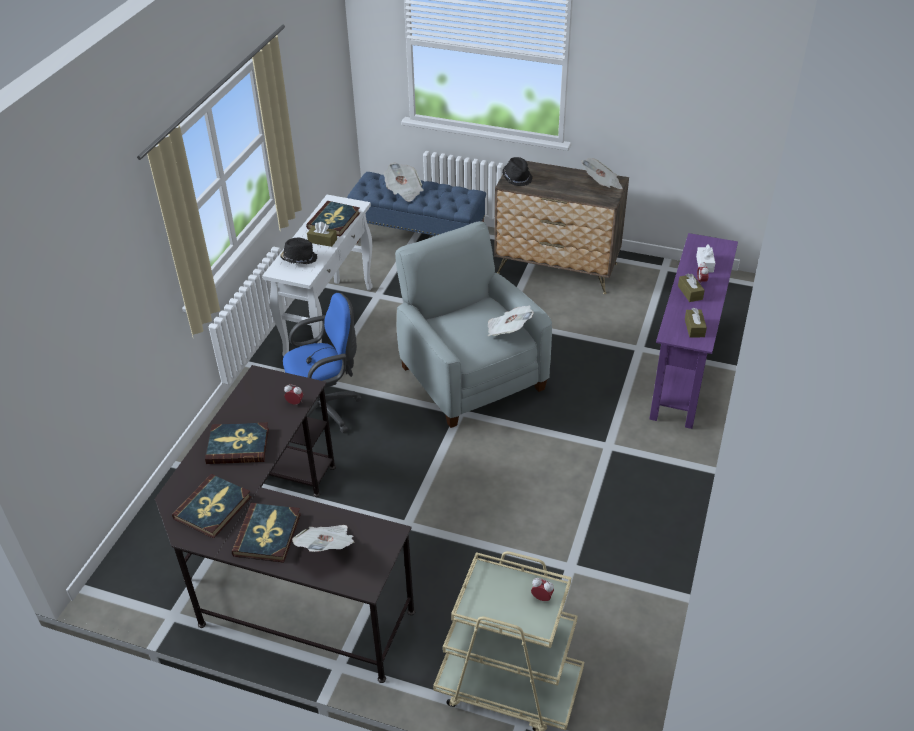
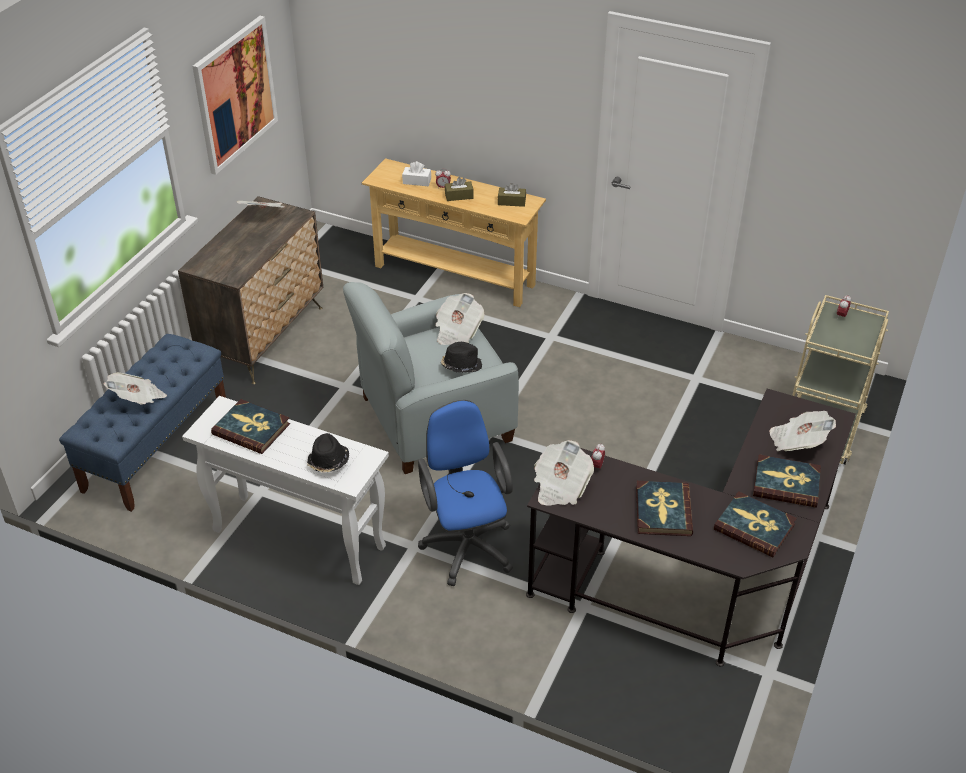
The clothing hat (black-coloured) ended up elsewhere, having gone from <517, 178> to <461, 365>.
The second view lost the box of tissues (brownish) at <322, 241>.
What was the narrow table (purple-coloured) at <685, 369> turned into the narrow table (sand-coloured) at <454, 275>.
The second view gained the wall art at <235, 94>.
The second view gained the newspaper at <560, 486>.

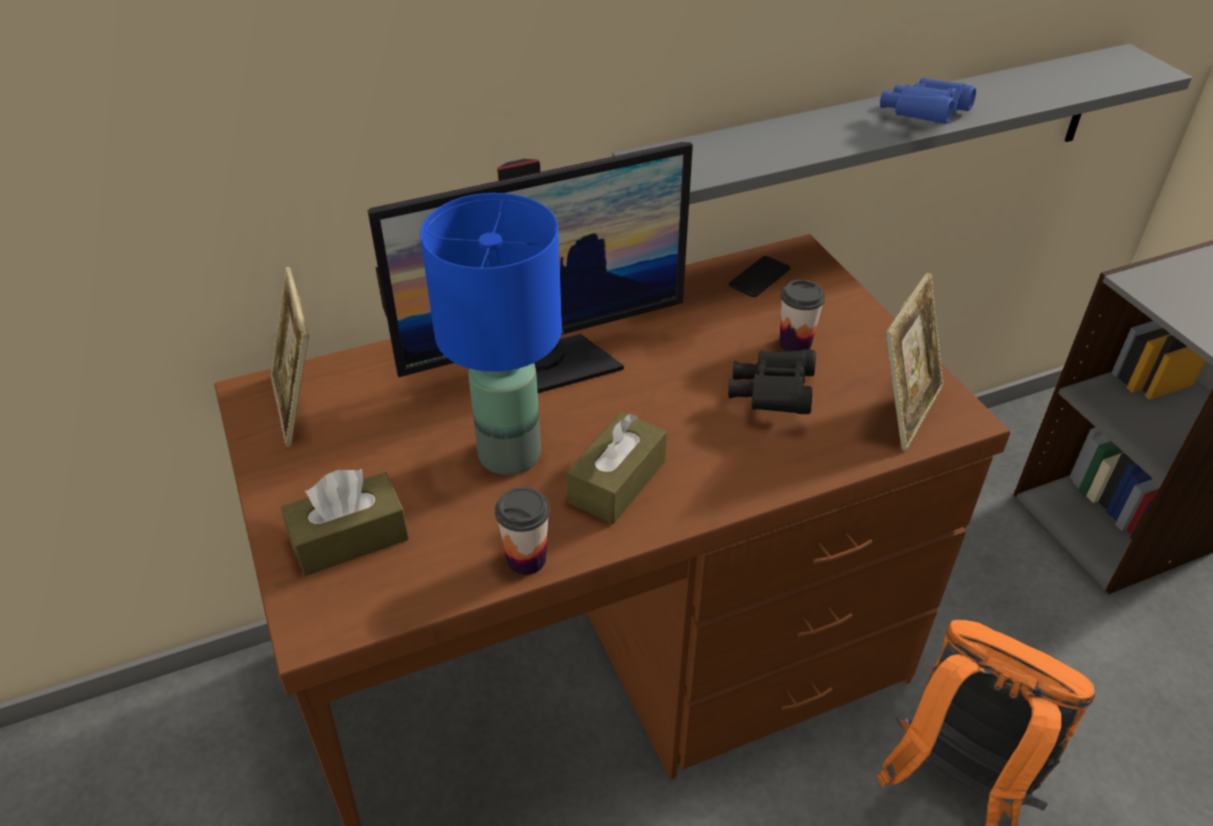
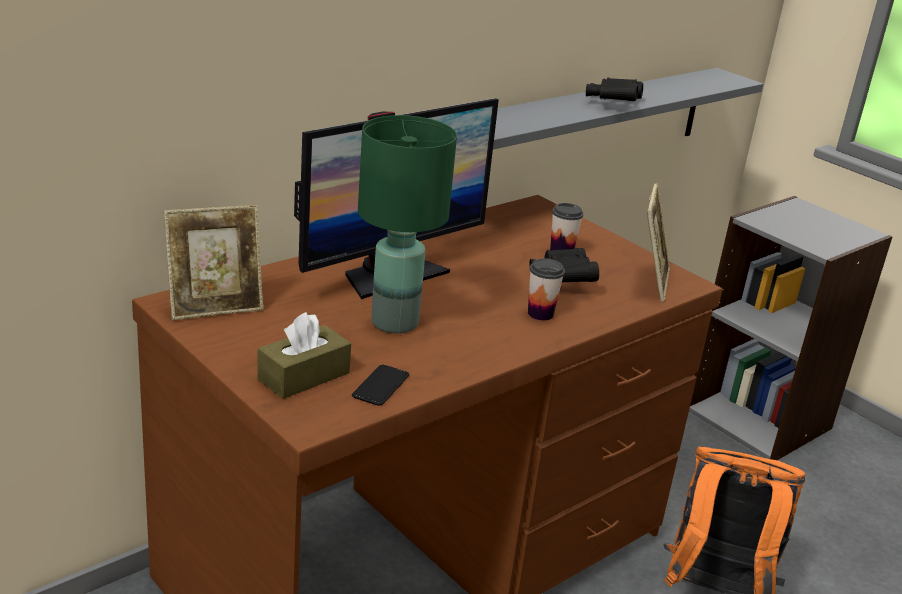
What was the binoculars (blue-coloured) at <923, 118> turned into the binoculars (black-coloured) at <613, 103>.
What was the tabletop lamp (blue-coloured) at <510, 455> turned into the tabletop lamp (green) at <396, 323>.
The telephone ended up elsewhere, having gone from <759, 277> to <381, 386>.
The photo frame at <301, 406> ended up facing another way, 75 degrees counterclockwise from before.
The second view lost the box of tissues (brownish) at <617, 482>.
The cup ended up elsewhere, having gone from <526, 559> to <540, 314>.

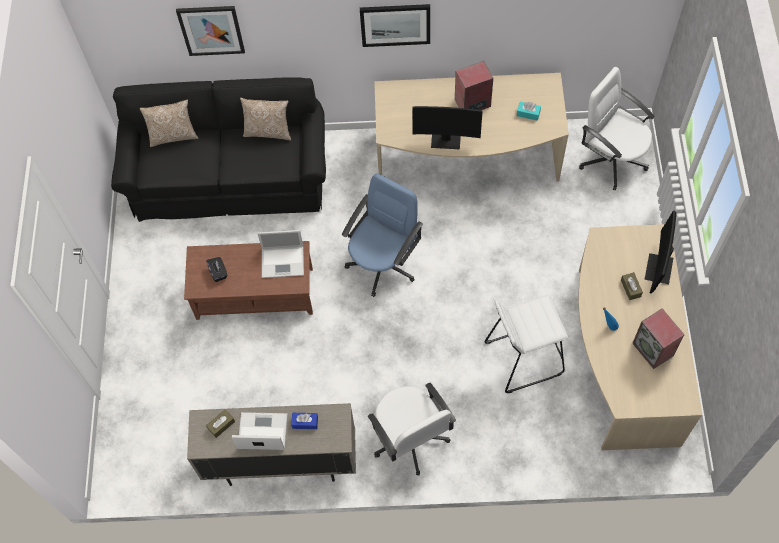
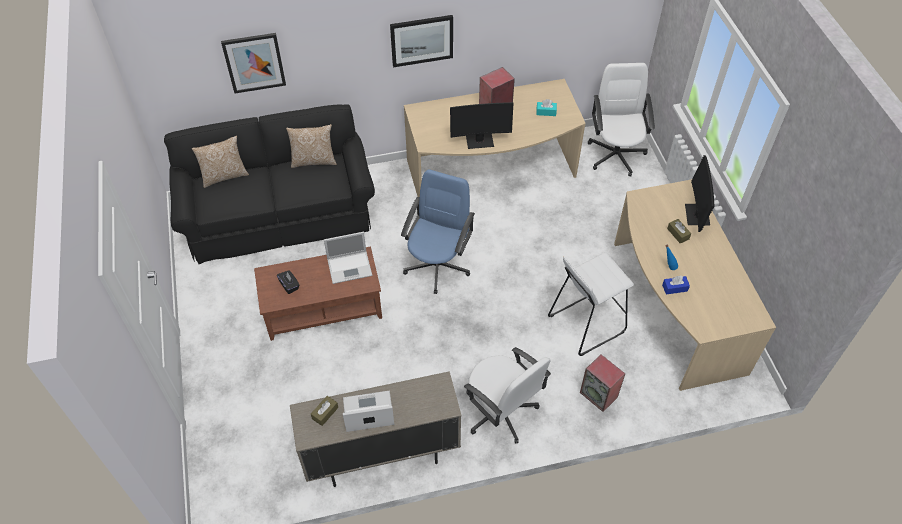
The computer chair (whitish) at <611, 159> ended up facing another way, 60 degrees clockwise from before.
The audio speaker ended up elsewhere, having gone from <653, 349> to <599, 395>.
The box of tissues (blue-coloured) ended up elsewhere, having gone from <305, 422> to <674, 288>.

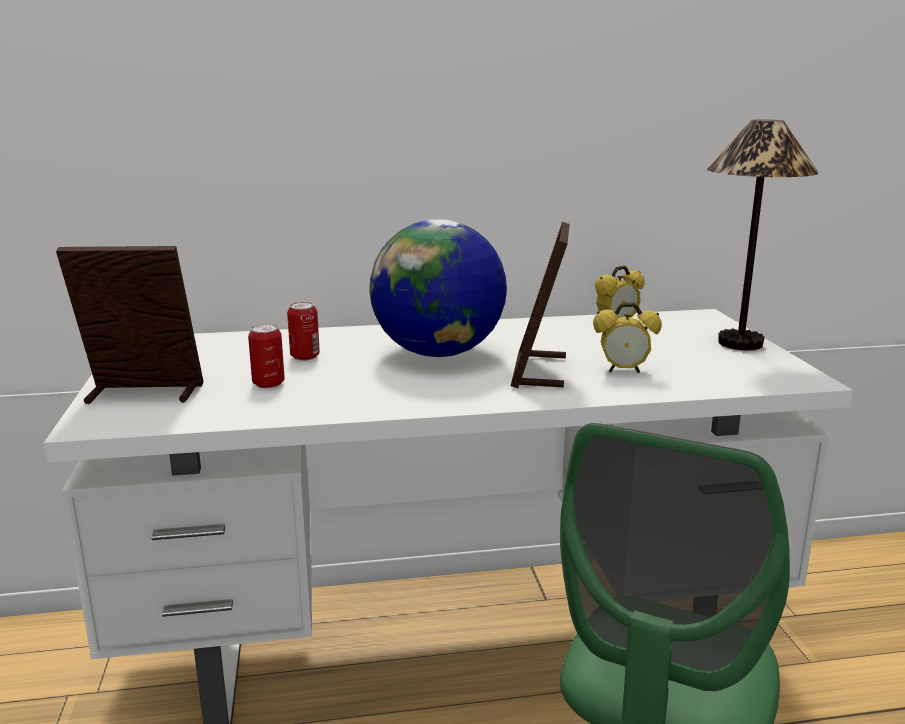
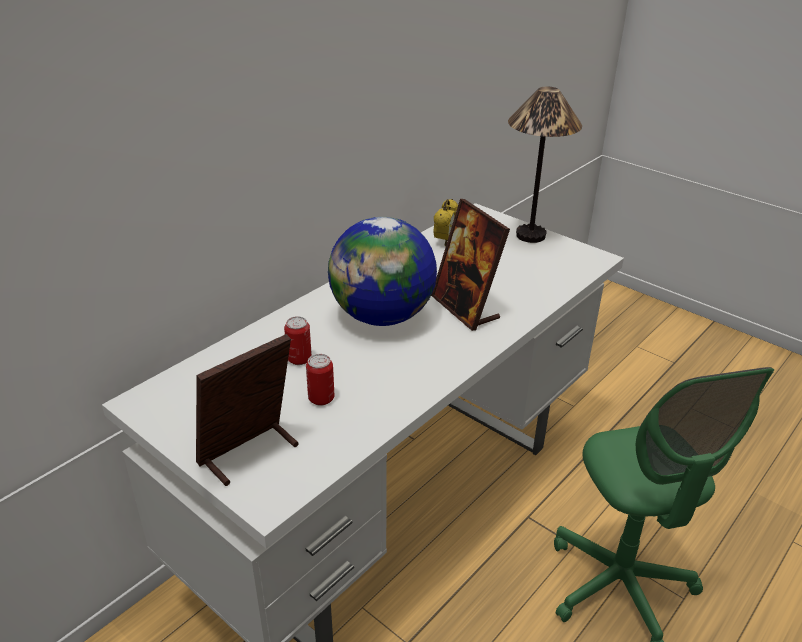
The second view lost the bedside clock at <623, 370>.

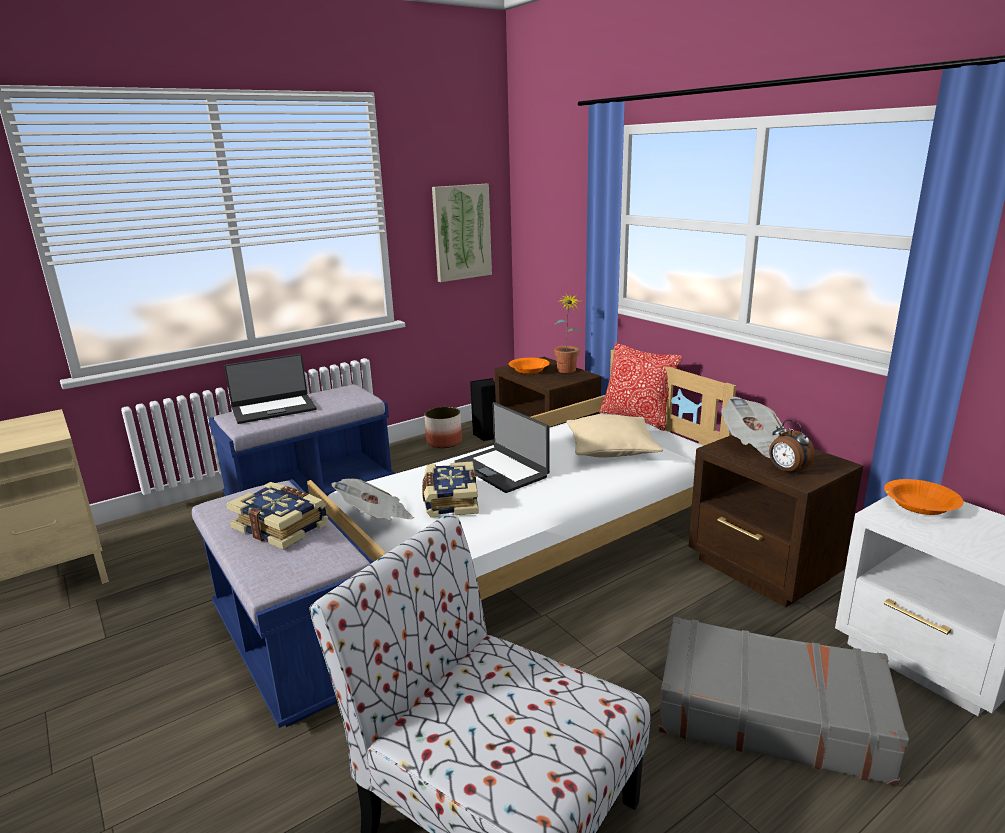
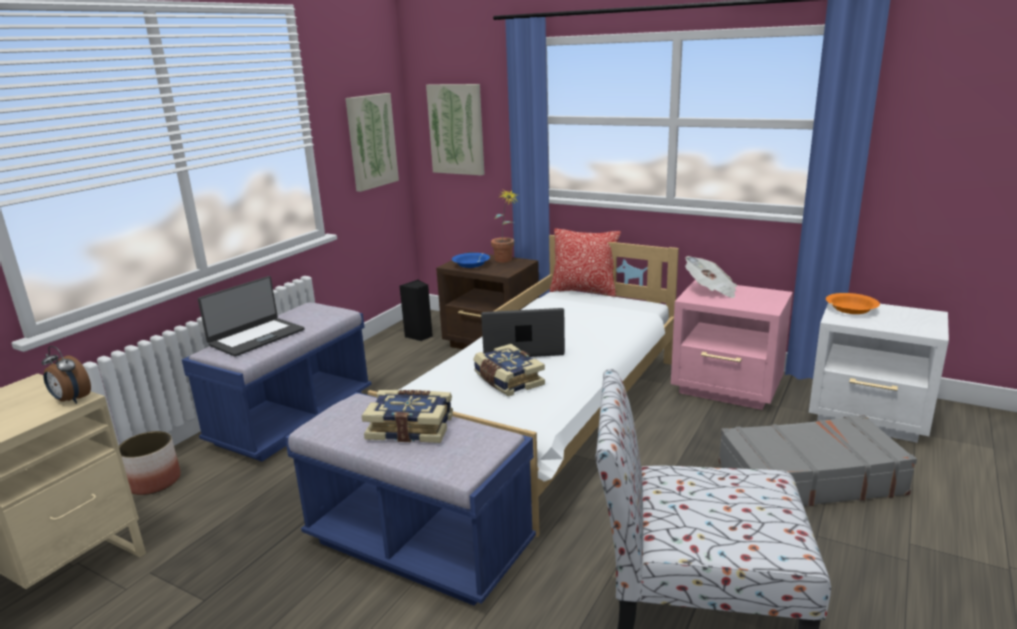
What was the serving bowl (orange-coloured) at <529, 370> turned into the serving bowl (blue-coloured) at <471, 265>.
The laptop at <502, 469> ended up facing another way, 150 degrees clockwise from before.
The planter ended up elsewhere, having gone from <444, 442> to <153, 482>.
The second view lost the pillow (sand-coloured) at <611, 449>.
The bedside clock ended up elsewhere, having gone from <787, 471> to <71, 400>.
What was the night table (brownish) at <763, 570> turned into the night table (pink-coloured) at <727, 389>.
The second view lost the newspaper at <376, 518>.
The second view gained the wall art at <456, 129>.

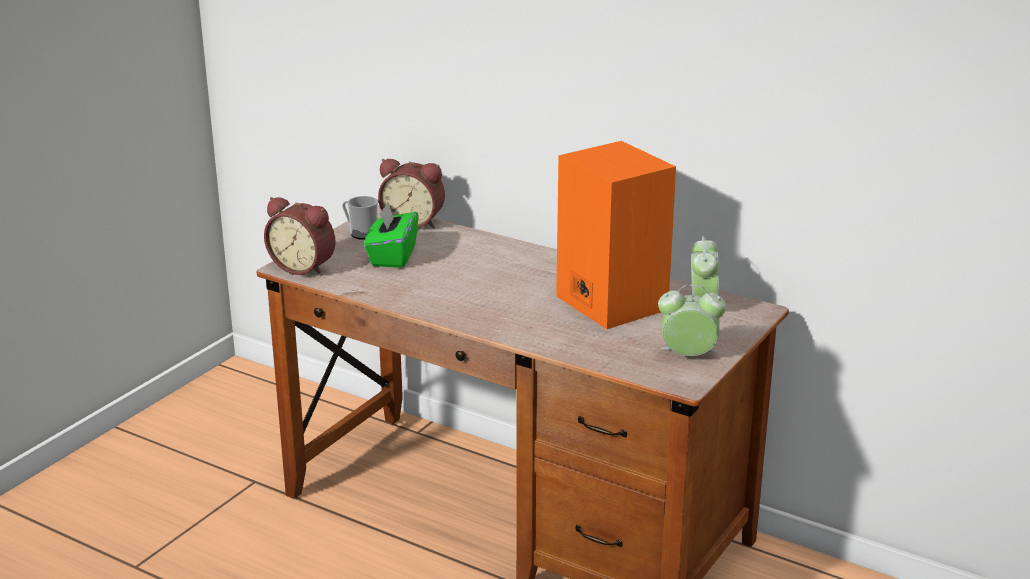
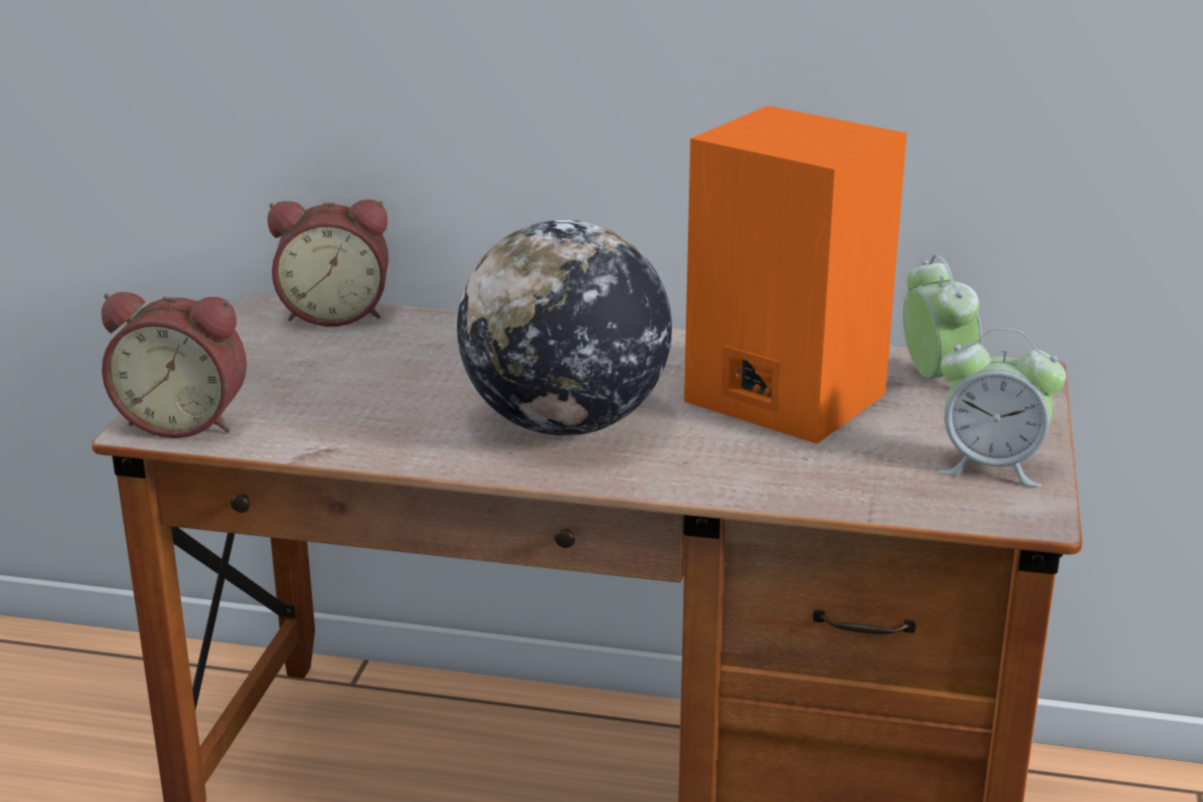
The second view lost the mug at <361, 233>.
The second view lost the box of tissues (green) at <392, 256>.
The bedside clock at <688, 356> ended up facing another way, 150 degrees counterclockwise from before.
The second view gained the globe at <565, 424>.

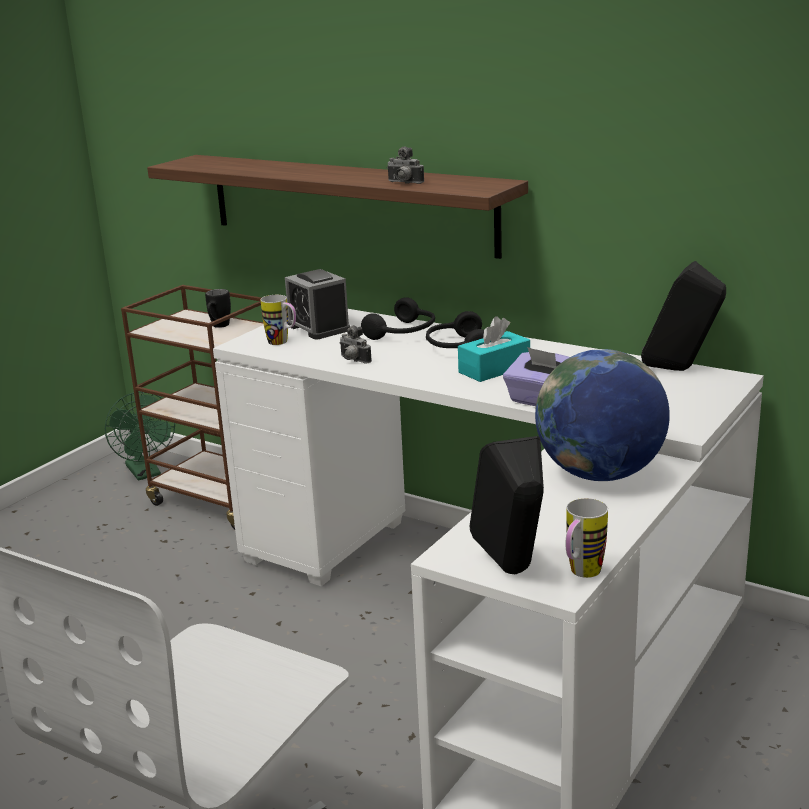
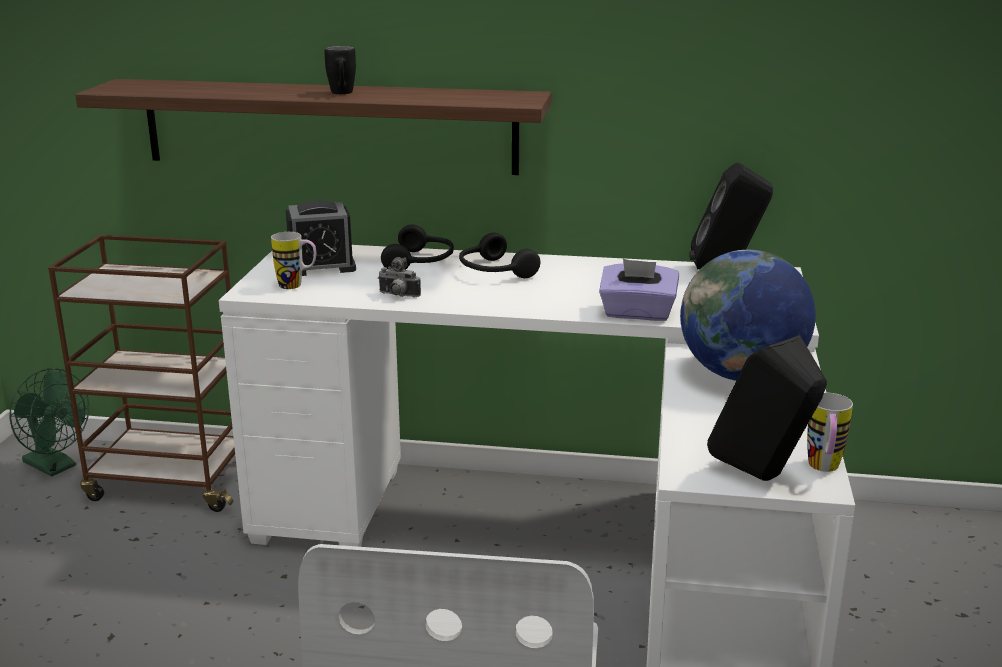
The second view lost the photo camera at <404, 183>.
The bedside clock at <318, 328> ended up facing another way, 45 degrees counterclockwise from before.
The mug (black-coloured) ended up elsewhere, having gone from <218, 327> to <342, 93>.
The second view lost the box of tissues (blue-green) at <494, 369>.

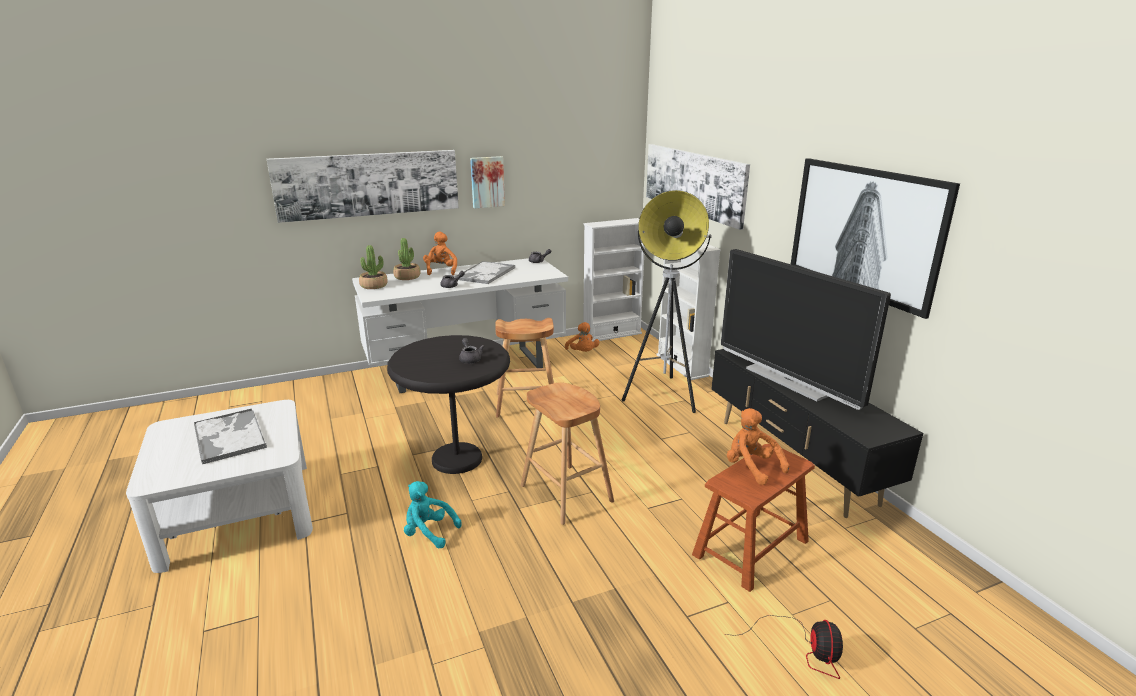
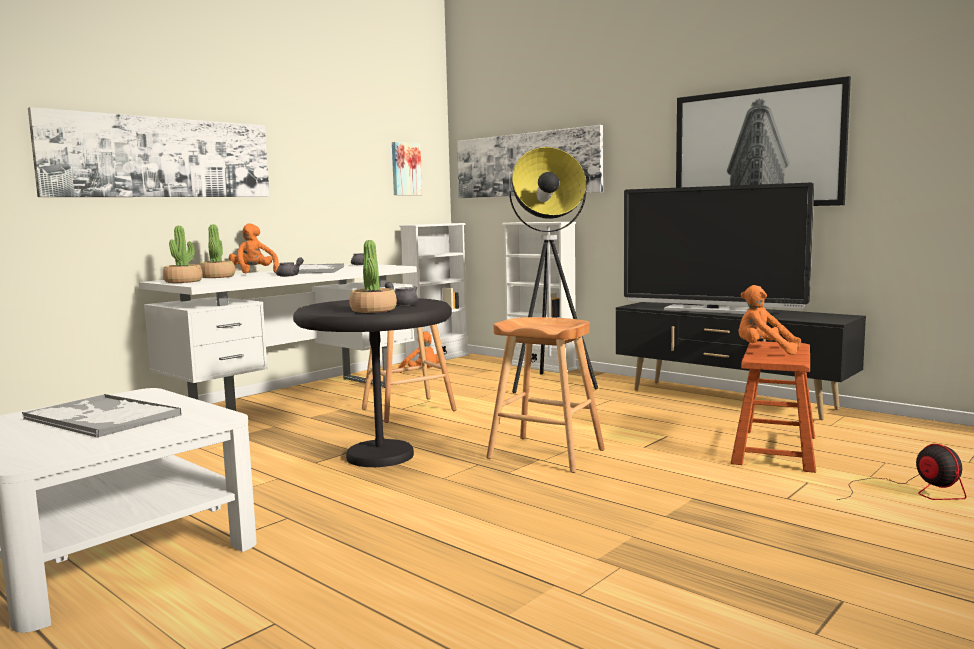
The wall art ended up elsewhere, having gone from <487, 182> to <405, 169>.
The second view lost the cuddly toy (blue-green) at <428, 533>.
The second view gained the plant in a pot at <373, 310>.

